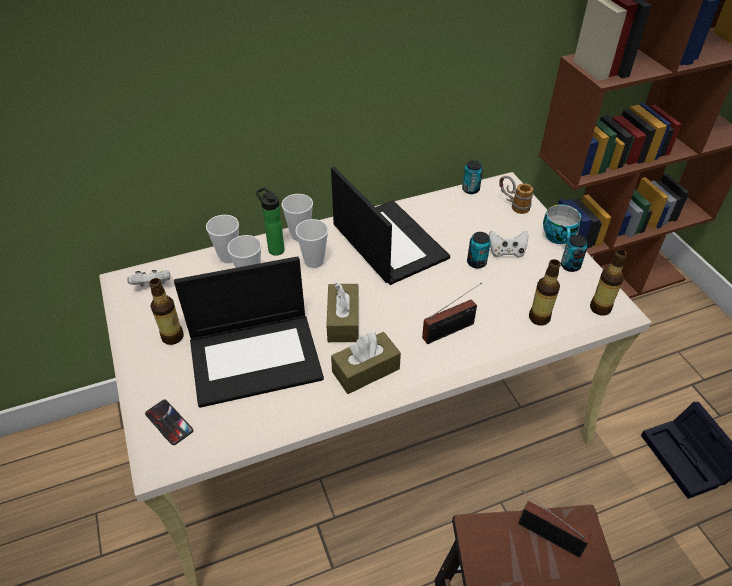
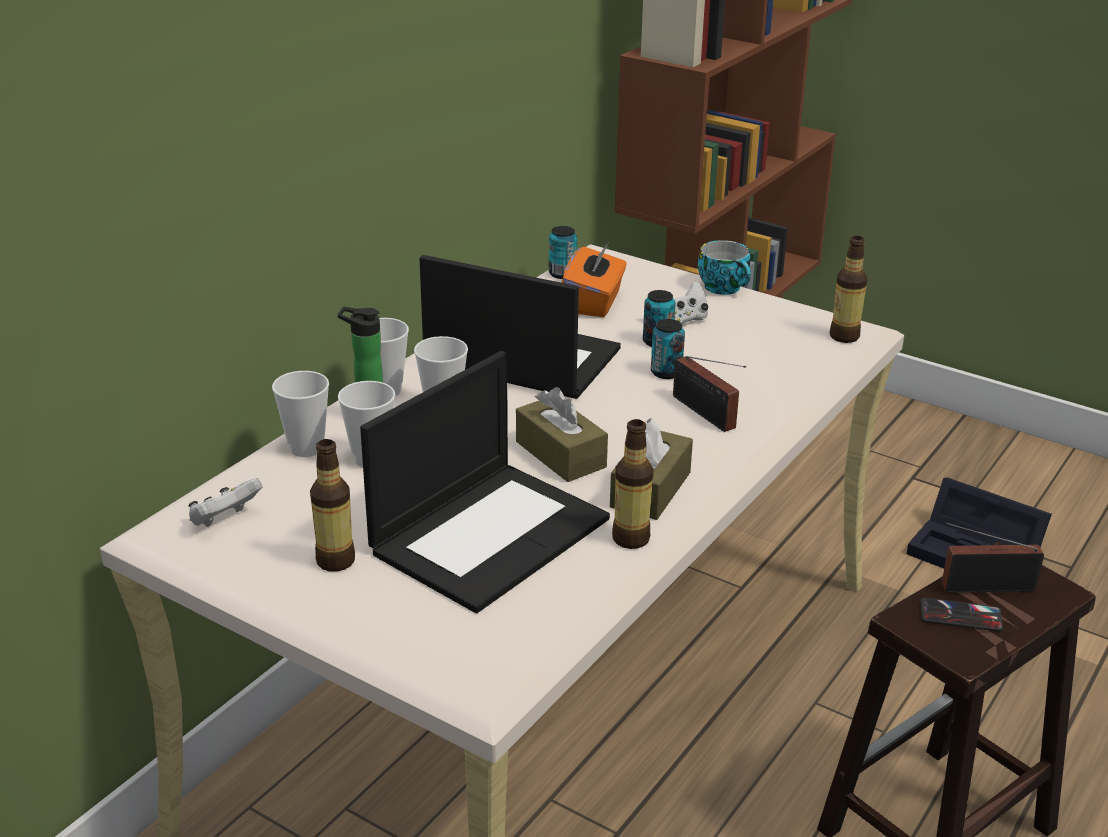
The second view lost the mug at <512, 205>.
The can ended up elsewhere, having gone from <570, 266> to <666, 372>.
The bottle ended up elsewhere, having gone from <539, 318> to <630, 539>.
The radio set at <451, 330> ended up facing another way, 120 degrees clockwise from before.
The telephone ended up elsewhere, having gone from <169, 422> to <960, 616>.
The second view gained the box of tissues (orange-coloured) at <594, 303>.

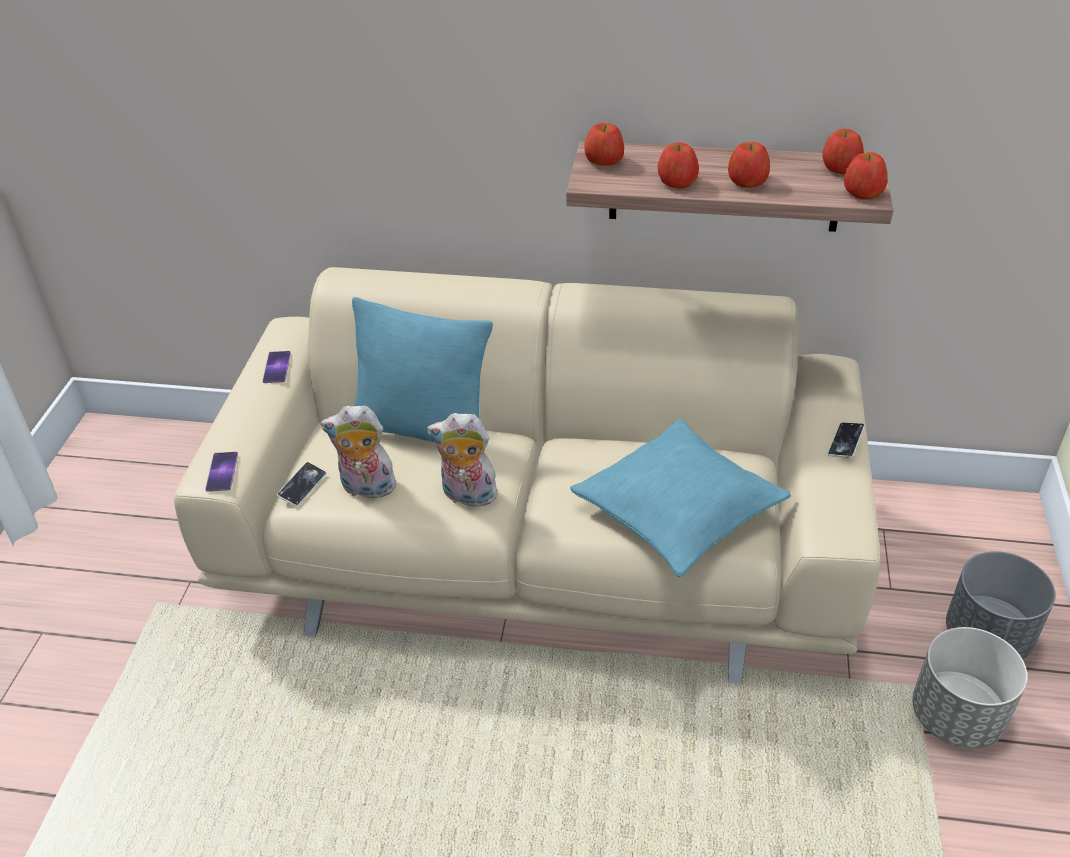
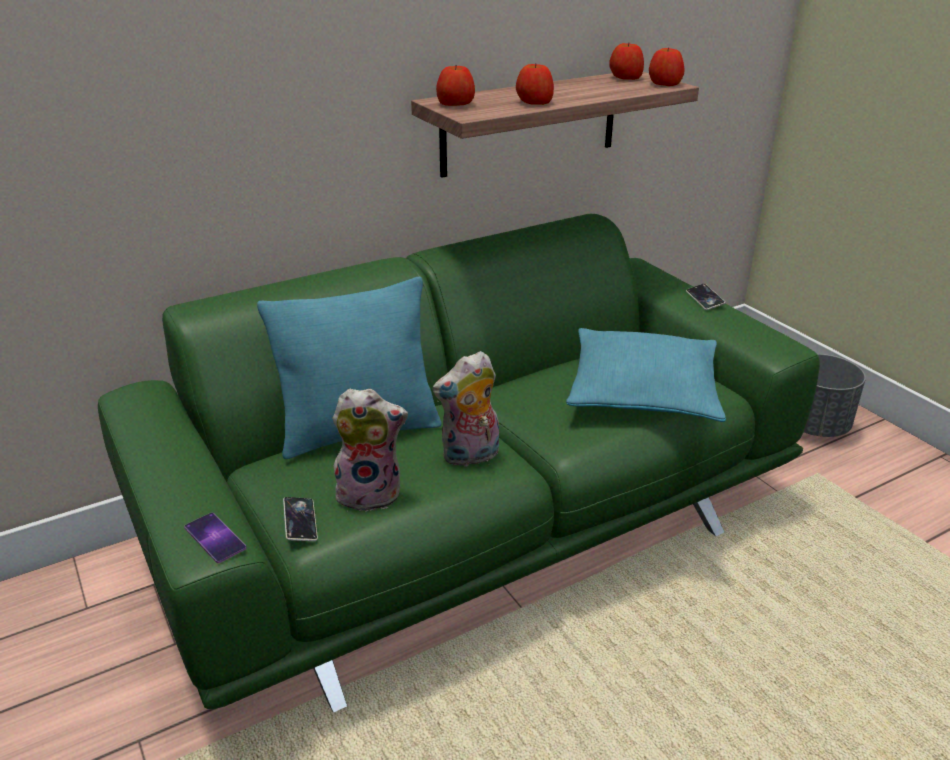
The second view lost the whole apple at <747, 181>.
What was the couch (sand-coloured) at <541, 552> turned into the couch (green) at <476, 523>.
The second view lost the telephone at <277, 367>.
The cuddly toy at <366, 489> ended up facing another way, 150 degrees counterclockwise from before.
The second view lost the planter (gray) at <955, 717>.

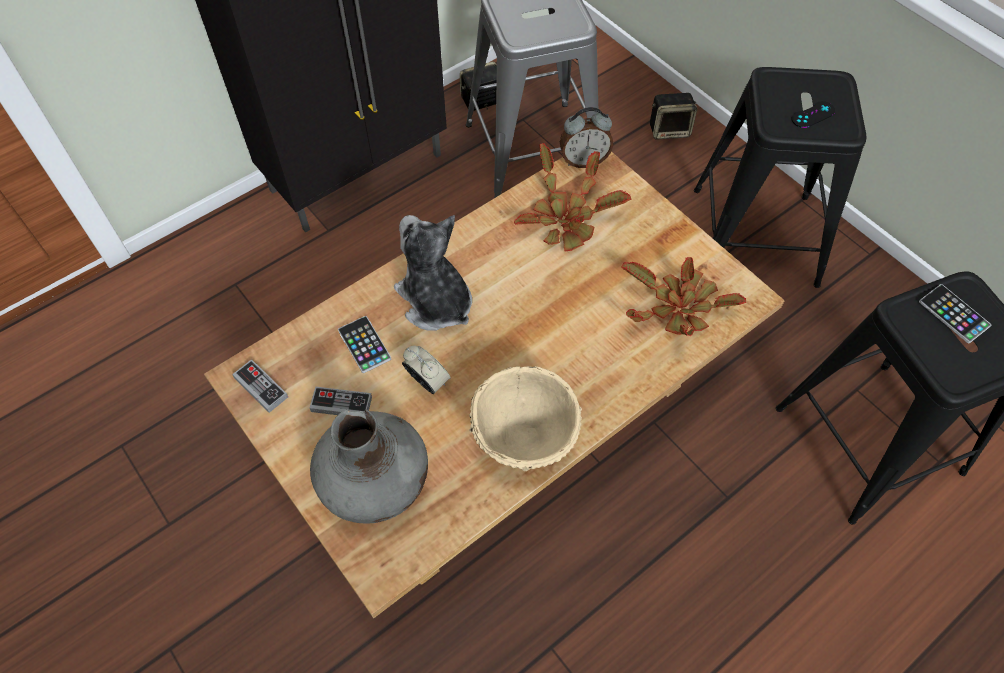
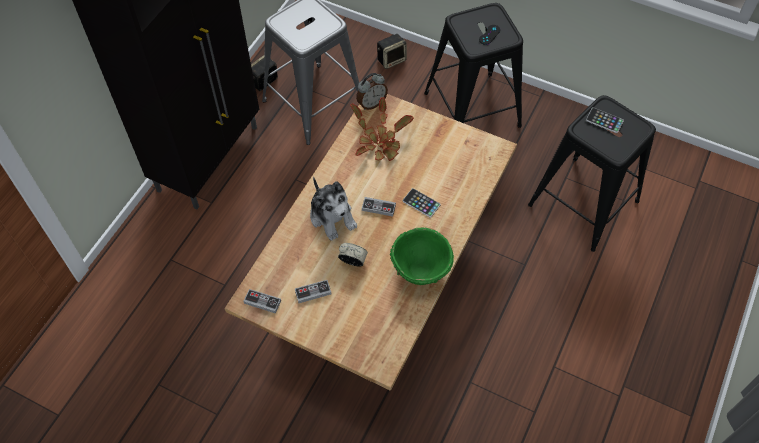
The cuddly toy at <435, 301> ended up facing another way, 150 degrees counterclockwise from before.
The second view lost the plant in a pot at <677, 309>.
The telephone ended up elsewhere, having gone from <364, 345> to <421, 203>.
What was the serving bowl (sand-coloured) at <524, 438> turned into the serving bowl (green) at <420, 269>.
The second view lost the decorative vase (gray) at <376, 484>.
The second view gained the game controller at <378, 207>.

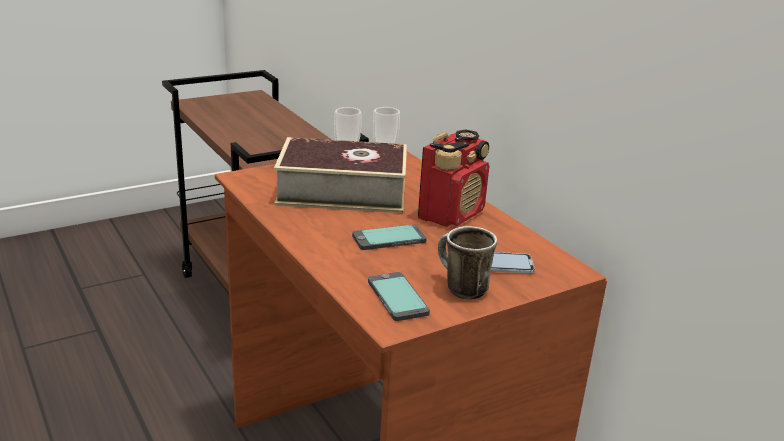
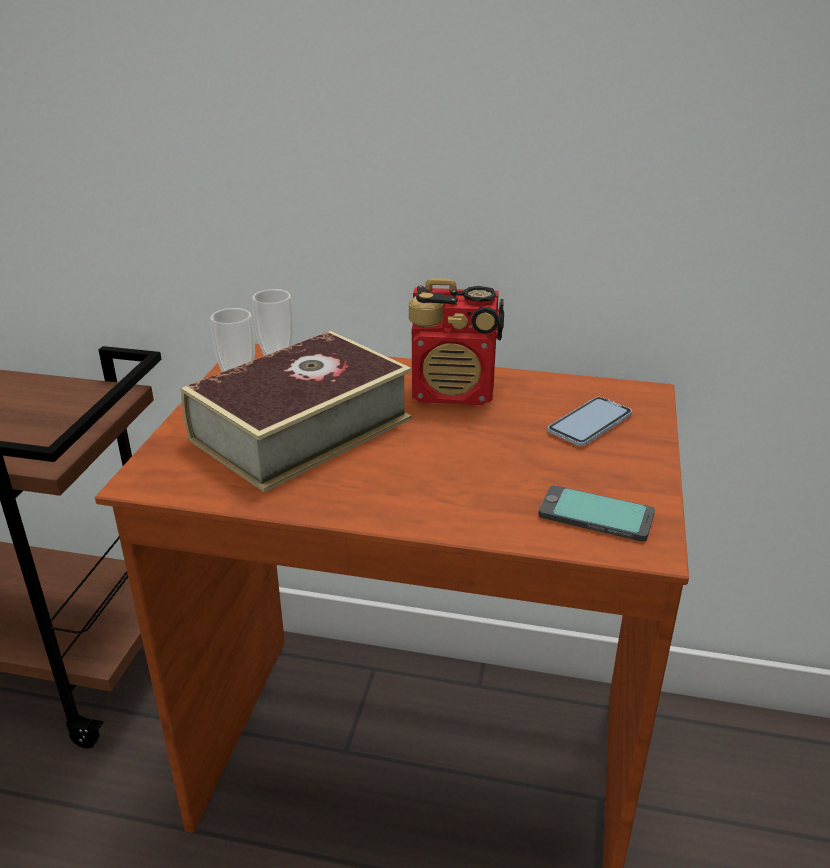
The radio set at <452, 214> ended up facing another way, 105 degrees clockwise from before.
The second view lost the telephone at <389, 239>.
The second view lost the mug at <459, 288>.

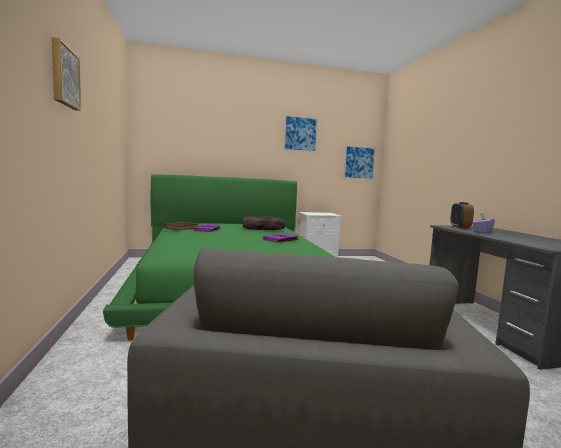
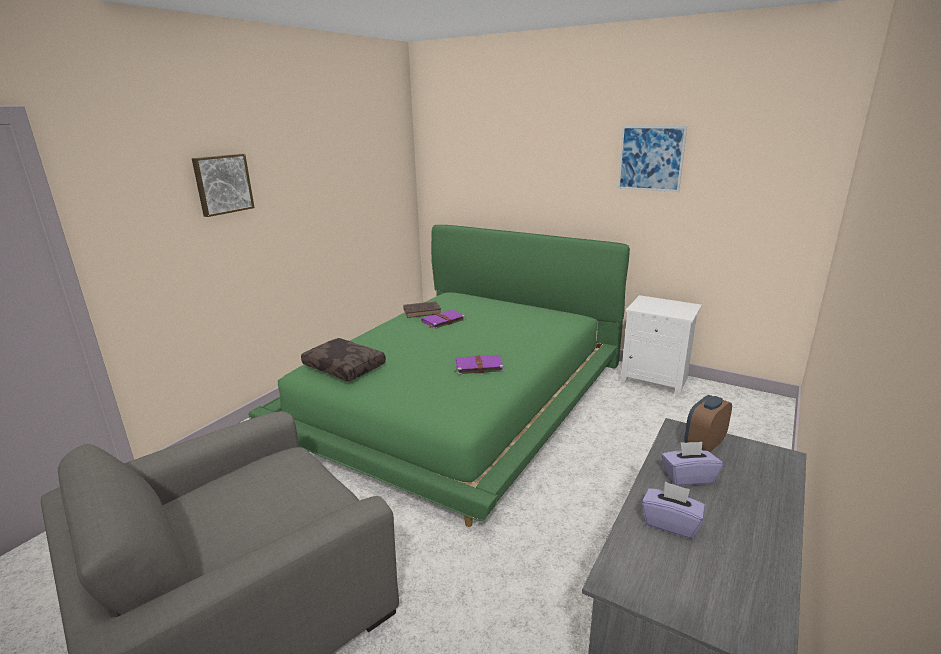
The second view lost the wall art at <359, 162>.
The pillow (brownish) ended up elsewhere, having gone from <262, 228> to <345, 367>.
The second view gained the box of tissues (purple-coloured) at <670, 523>.

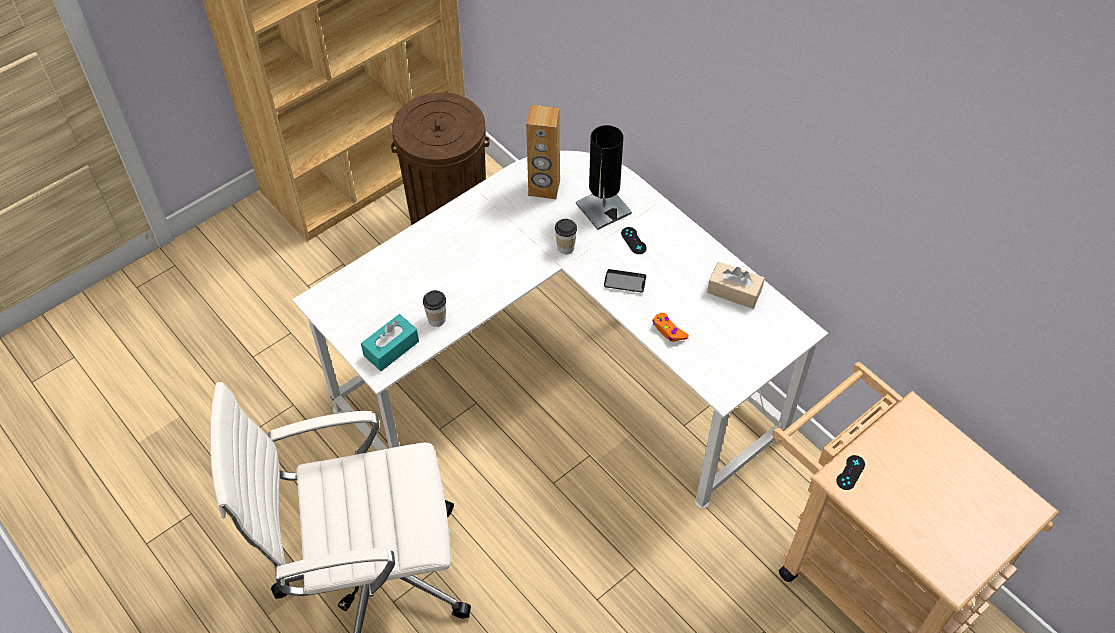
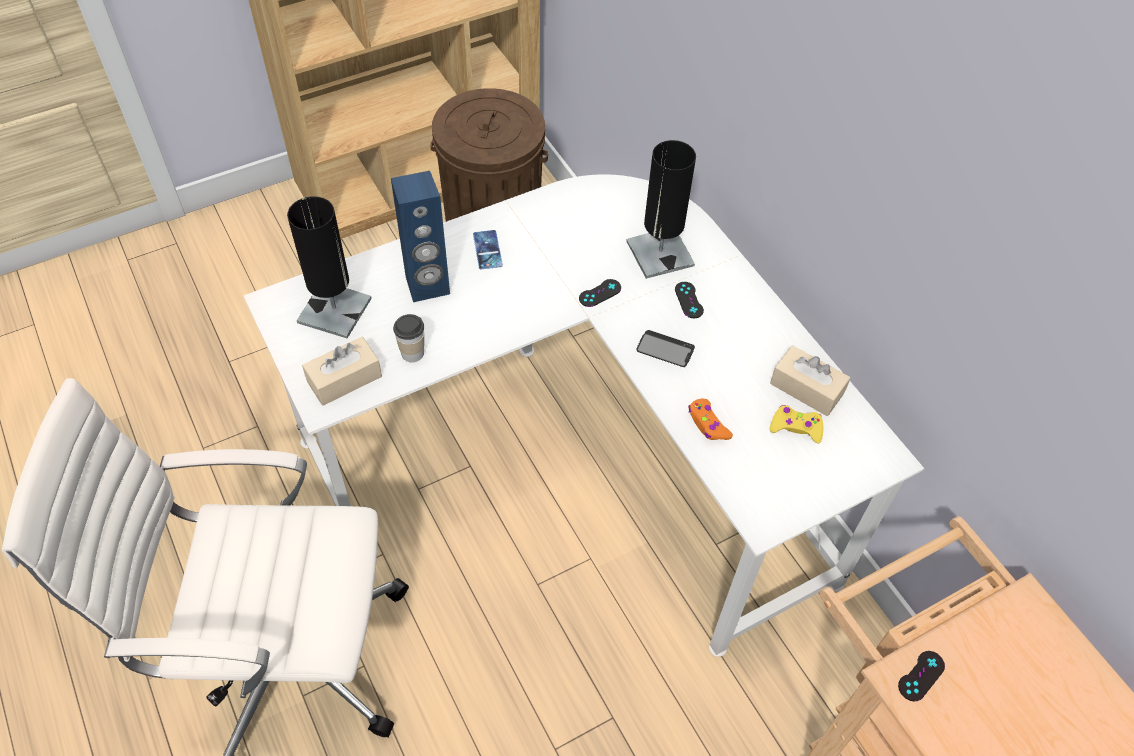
The second view lost the audio speaker (brownish) at <544, 188>.
Where the cup stood at <565, 247>, the game controller (black-coloured) came to stand at <600, 293>.
What was the box of tissues (blue-green) at <391, 348> turned into the box of tissues (sand-coloured) at <344, 379>.
The second view gained the audio speaker (blue-coloured) at <428, 286>.
The second view gained the tabletop lamp (black-coloured) at <334, 310>.
The second view gained the telephone at <487, 250>.
The second view gained the game controller (yellow) at <796, 427>.

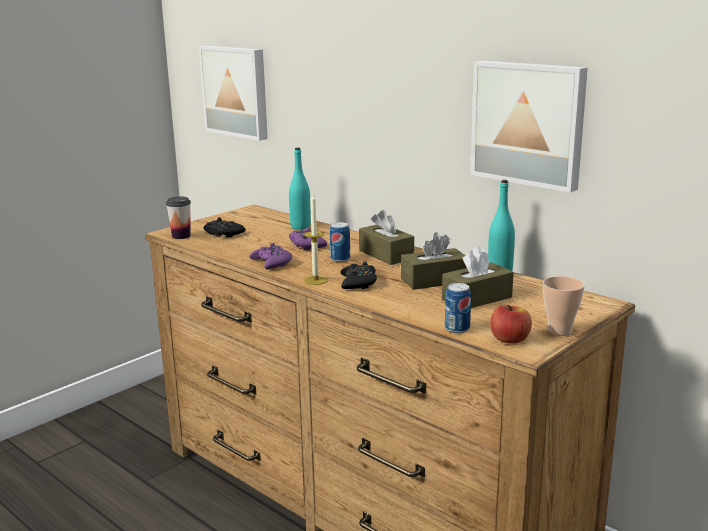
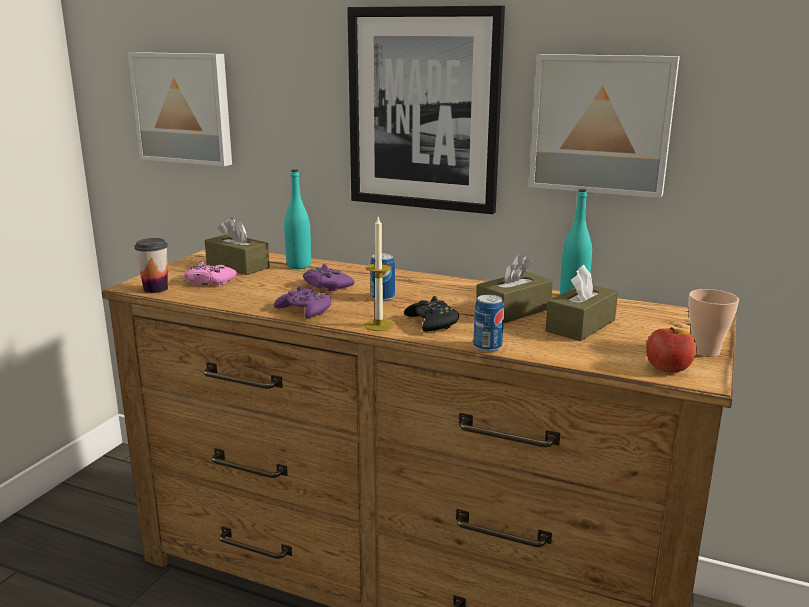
The box of tissues (brownish) ended up elsewhere, having gone from <386, 255> to <238, 266>.
What was the game controller (black-coloured) at <223, 233> turned into the game controller (pink-coloured) at <209, 281>.
The can ended up elsewhere, having gone from <457, 328> to <487, 347>.
The second view gained the wall art at <424, 110>.

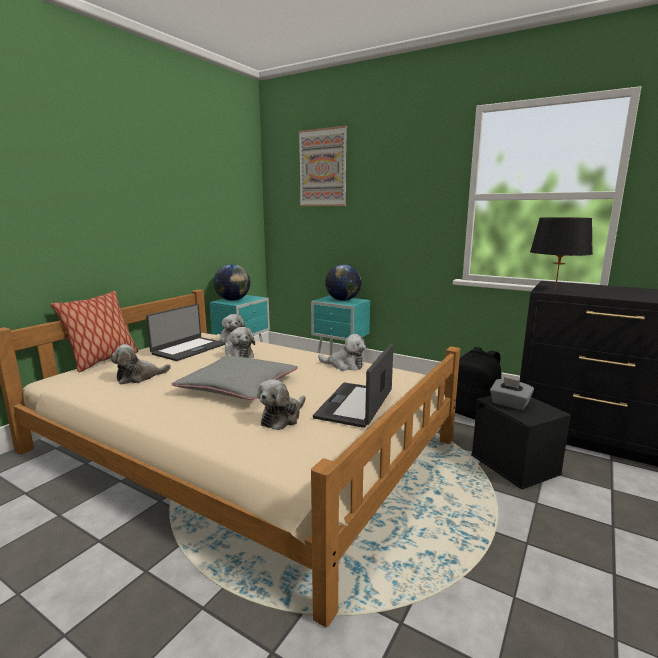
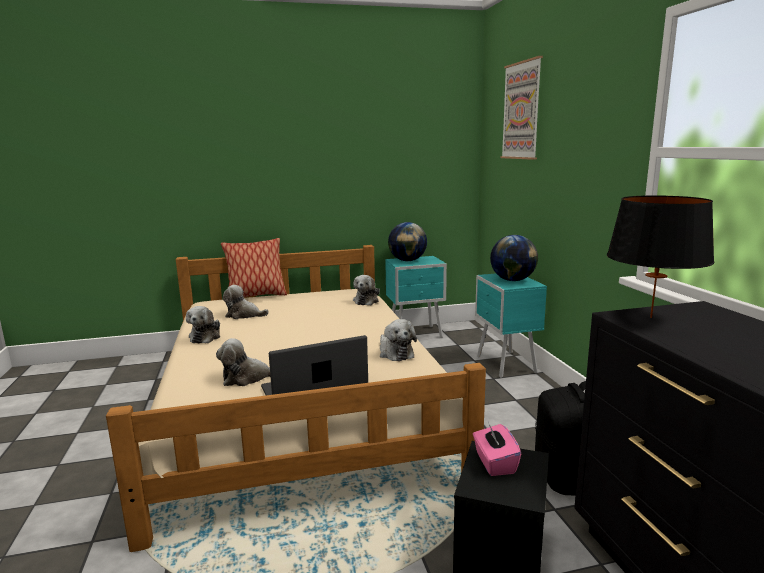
The second view lost the laptop at <188, 349>.
The cuddly toy ended up elsewhere, having gone from <238, 355> to <206, 336>.
The second view lost the pillow (gray) at <238, 386>.
What was the box of tissues (gray) at <509, 404> turned into the box of tissues (pink-coloured) at <494, 463>.

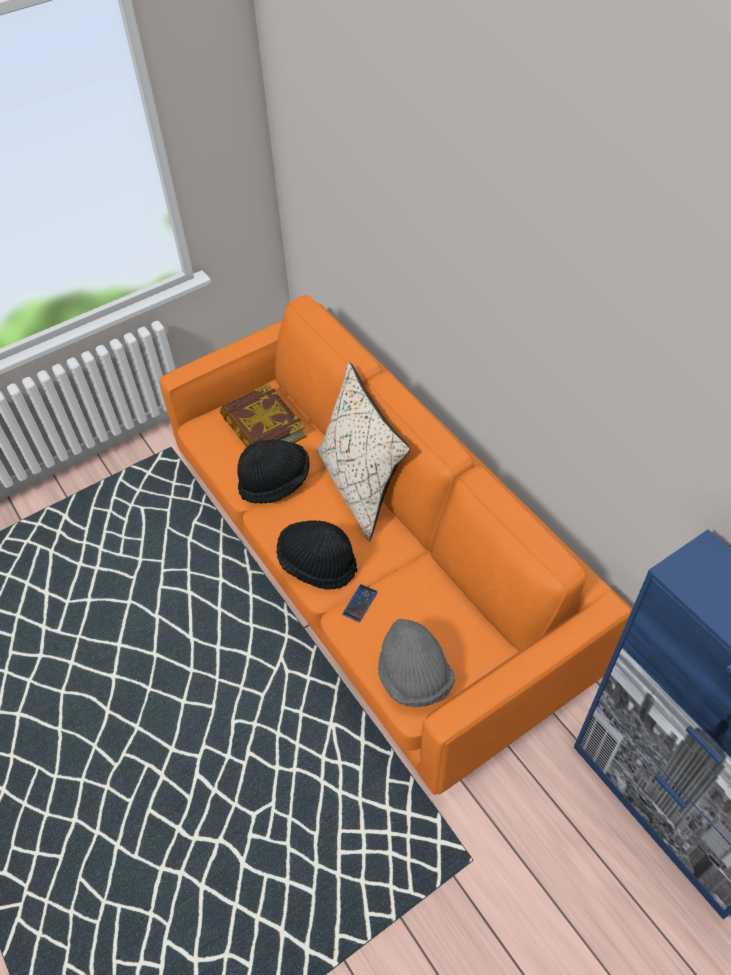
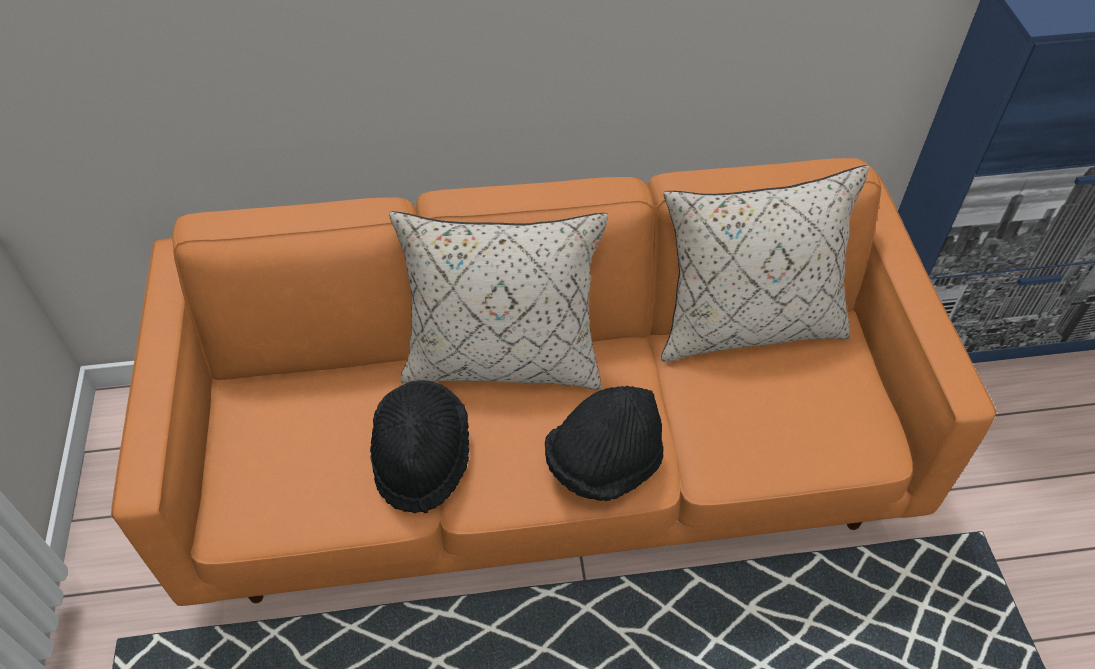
The second view lost the volume at <263, 427>.
The second view lost the telephone at <360, 603>.
The second view lost the clothing hat (gray) at <414, 677>.
The second view gained the pillow (sand-coloured) at <747, 325>.

